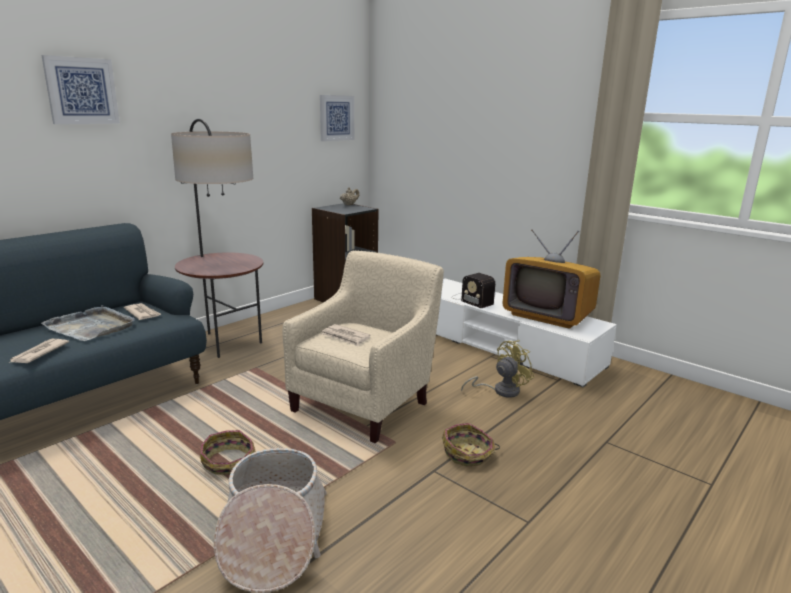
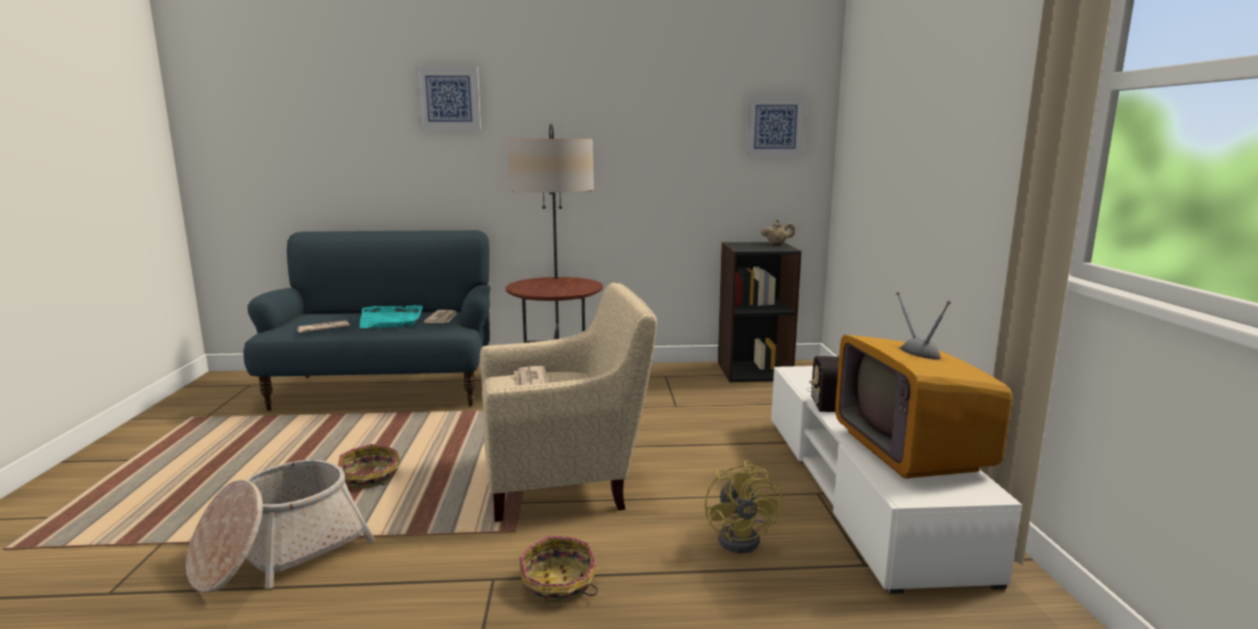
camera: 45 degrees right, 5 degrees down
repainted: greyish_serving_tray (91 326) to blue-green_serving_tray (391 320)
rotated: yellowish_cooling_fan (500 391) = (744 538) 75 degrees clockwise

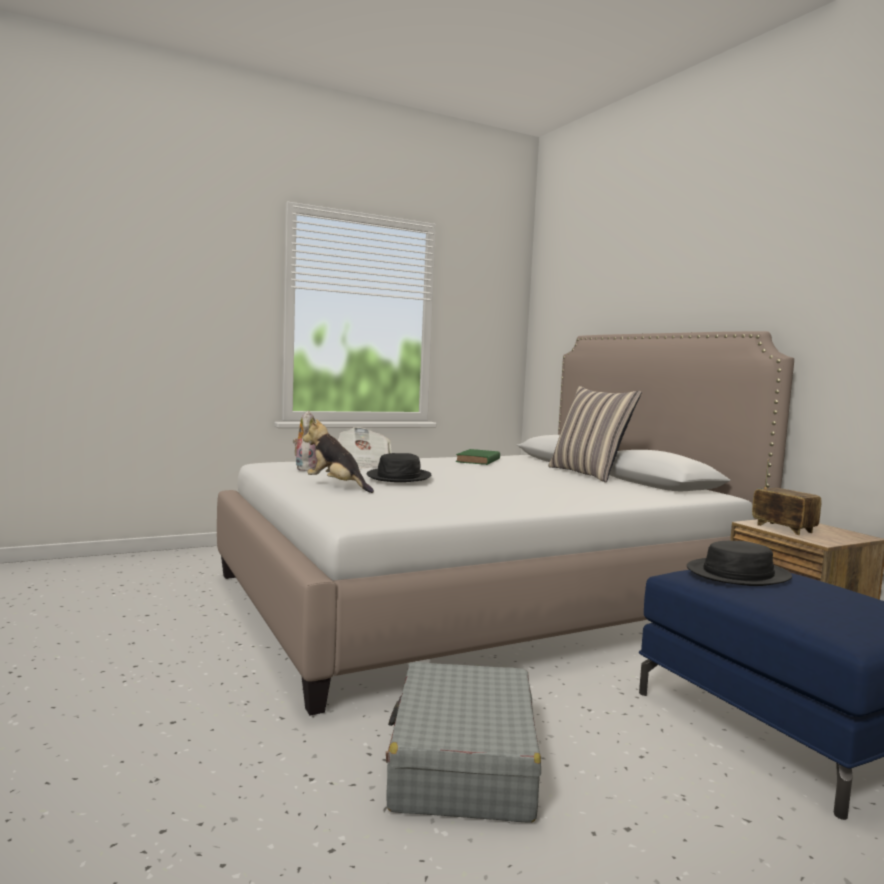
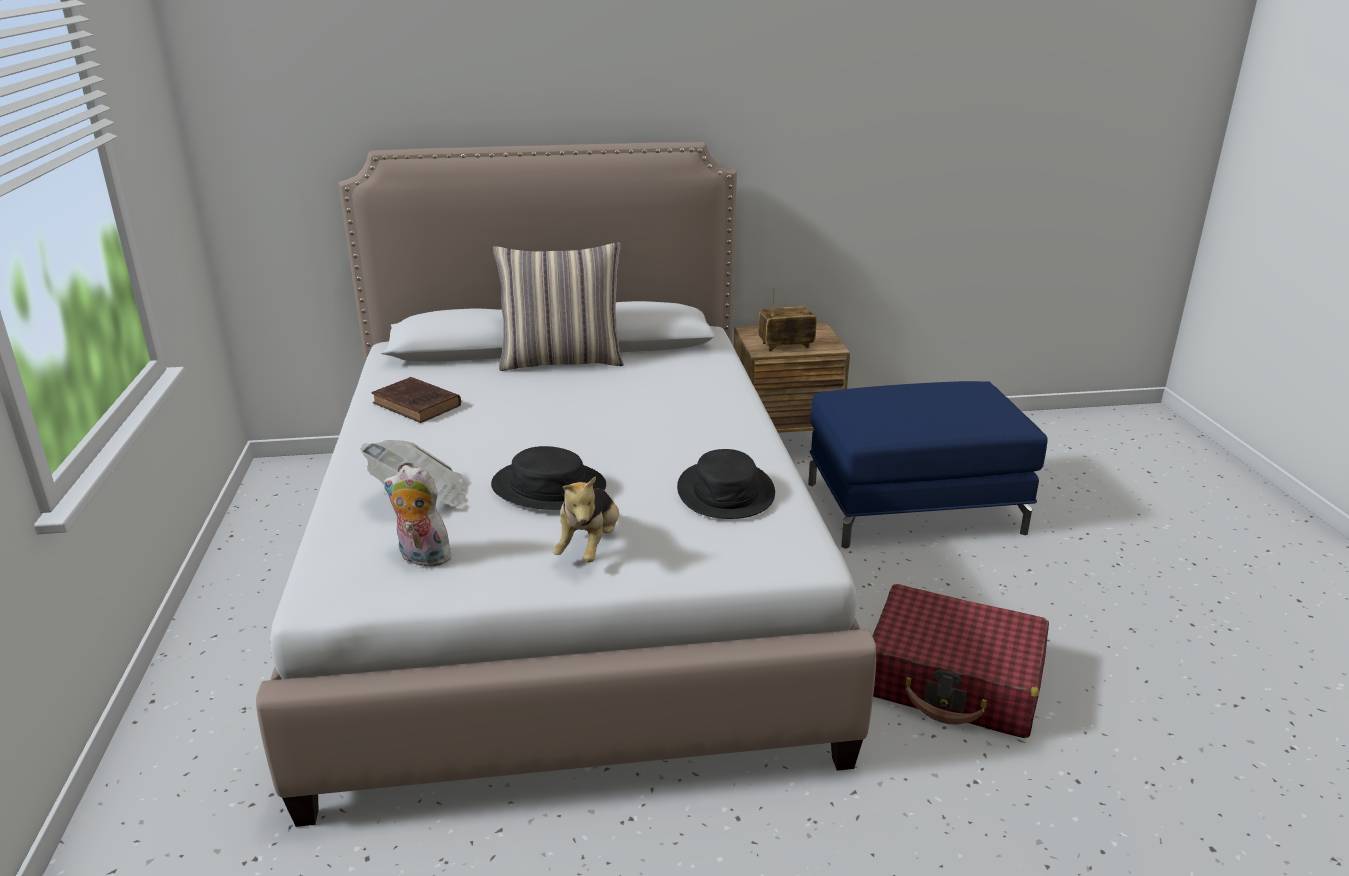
camera: 70 degrees left, 20 degrees up
shifted: black-coloured_hat (738 574) to (726 492)
repainted: greyish_suitcase (462 763) to red-coloured_suitcase (953 680); green_bound_book (477 461) to brown-coloured_bound_book (418 405)
rotated: plush_toy (337 486) = (589 546) 45 degrees counterclockwise

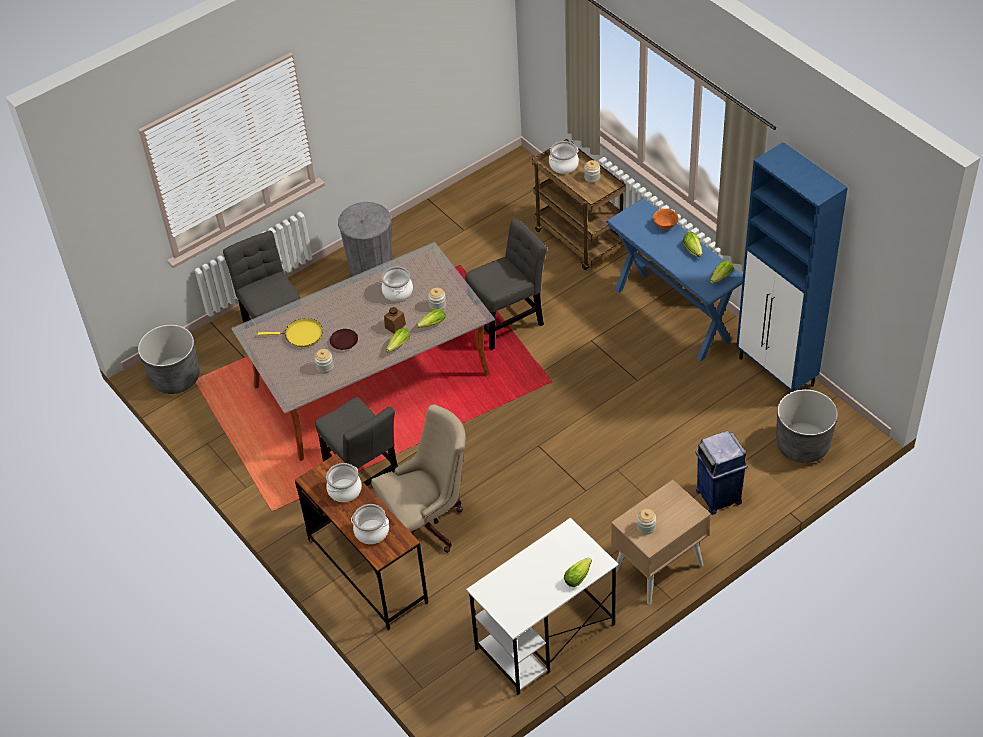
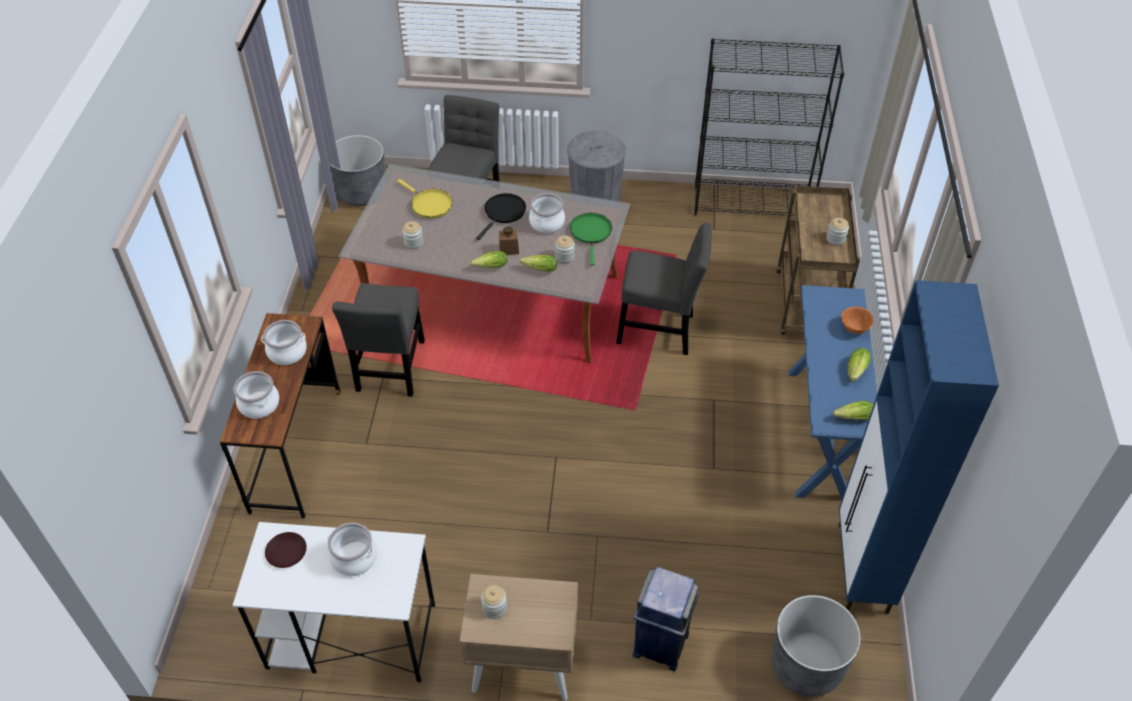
camera: 40 degrees right, 0 degrees up
gone: sand-coloured_computer_chair (427 523); lettuce (579 576)
new: black-coloured_frying_pan (503 213); green_frying_pan (591 233); black-coloured_shelving_unit (752 203)
shifted: brown-coloured_plate (344 341) to (286 552); cooking_pot (563 165) to (354 558)

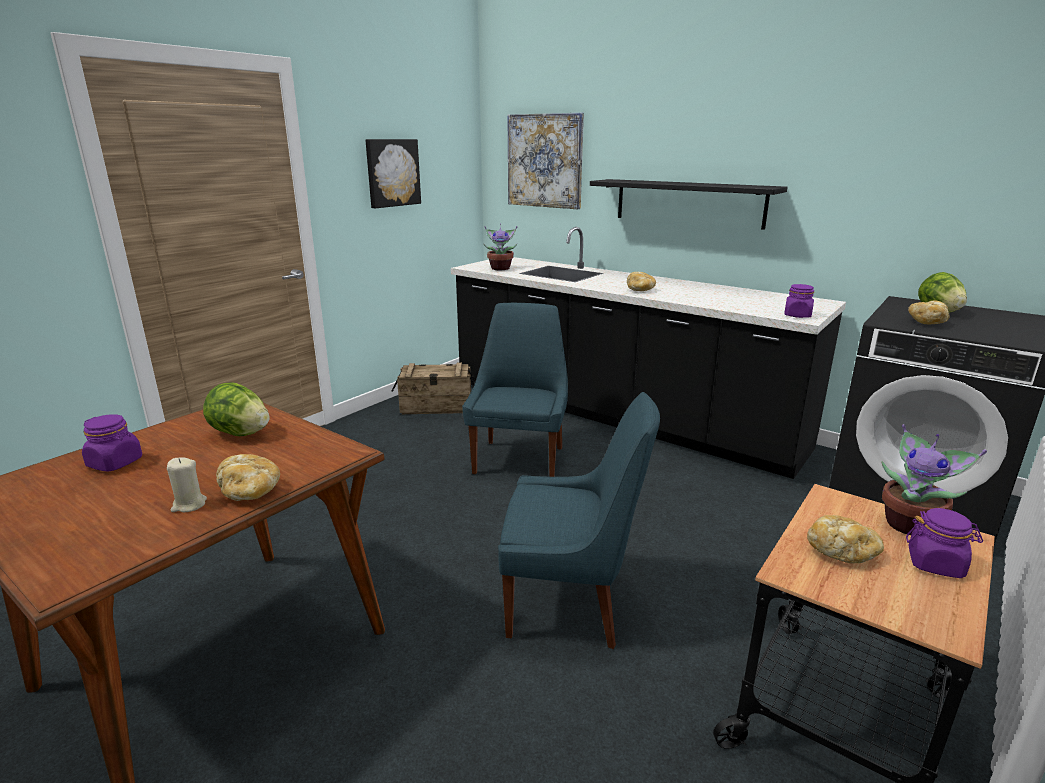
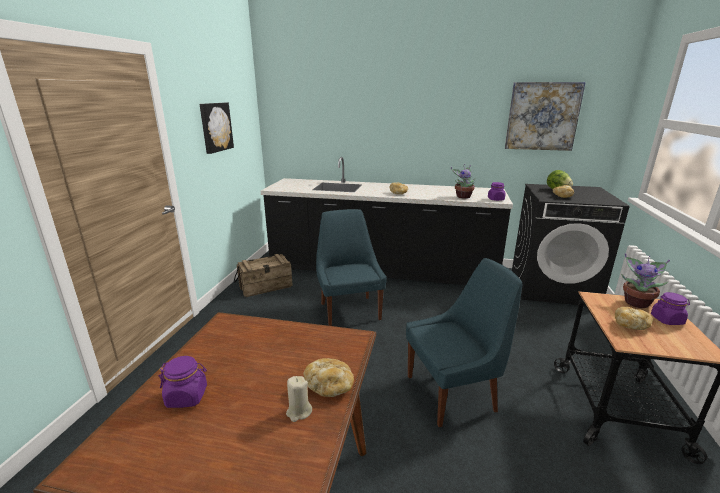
camera: 25 degrees left, 0 degrees up
gone: lettuce (240 433); black-coloured_shelf (688 203)
shifted: plant_in_a_pot (501 268) to (463 196); wall_picture (545 161) to (542 116)

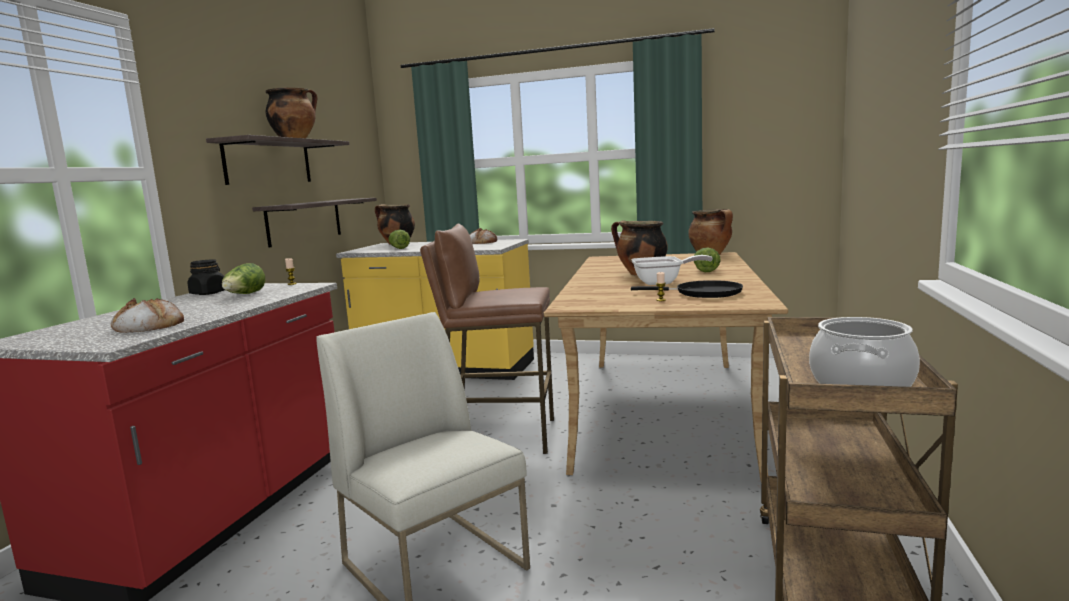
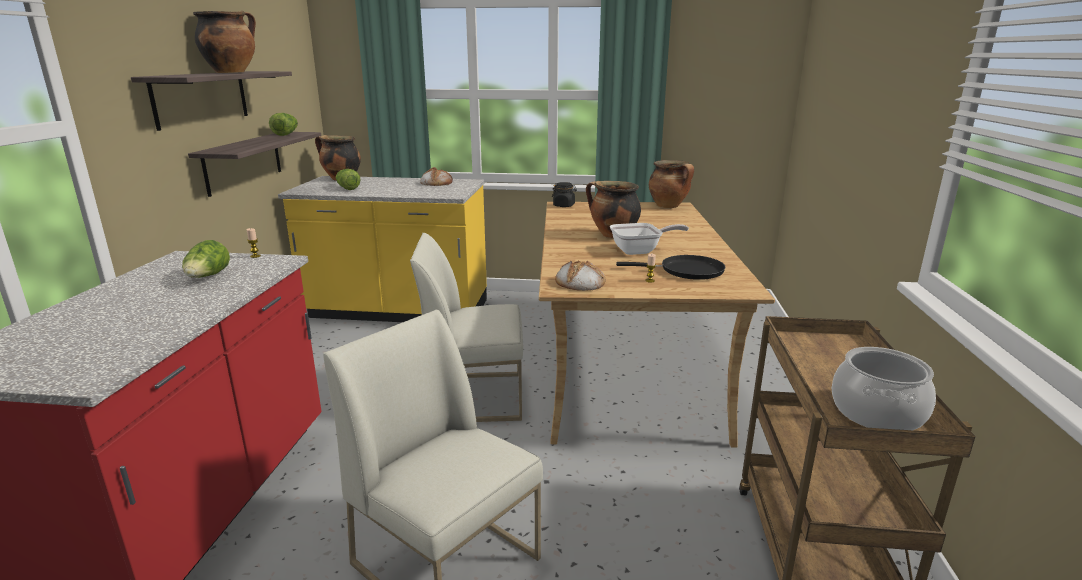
camera: 10 degrees left, 10 degrees up
shifted: bread (147 325) to (579 282); black-coloured_storage_jar (208 293) to (564 205); lettuce (705 270) to (286 134)
swapped: brown-coloured_sitting_stool (500 435) to whitish_plain_chair (474 397)

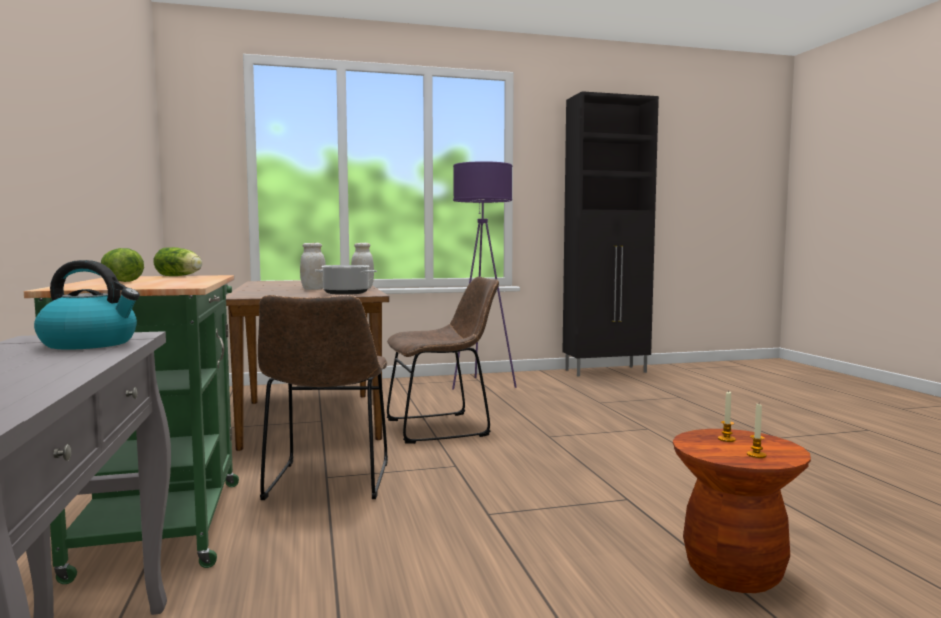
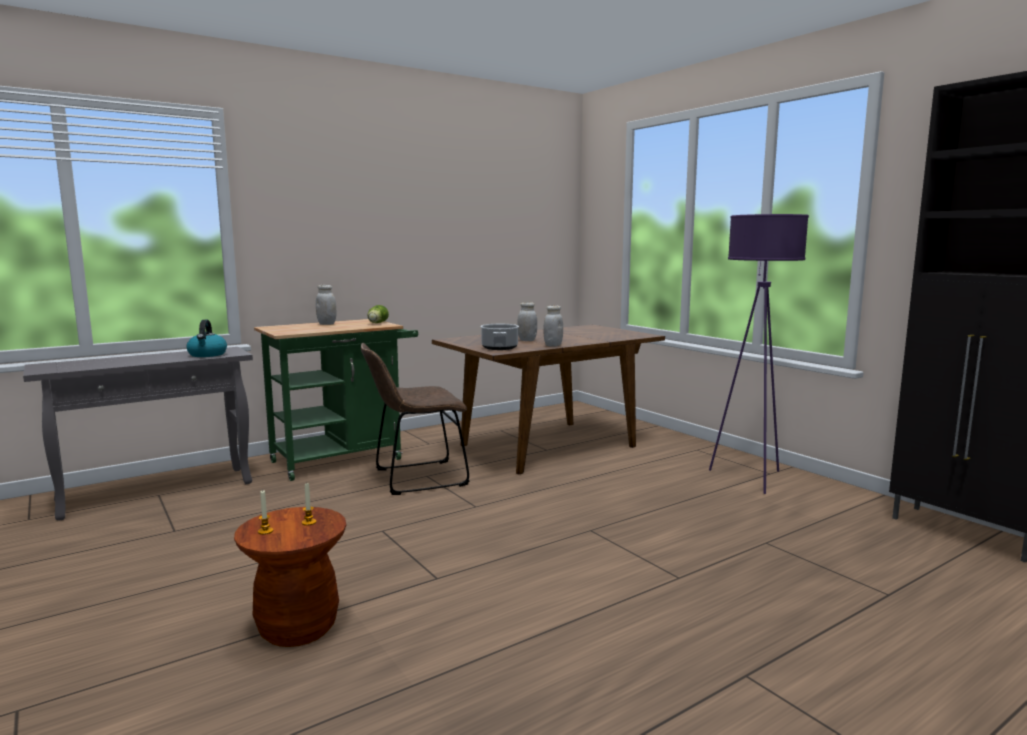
camera: 70 degrees right, 5 degrees up
gone: brown-coloured_plain_chair (443 427)
swapped: lettuce (120 281) to whitish_storage_jar (326 324)

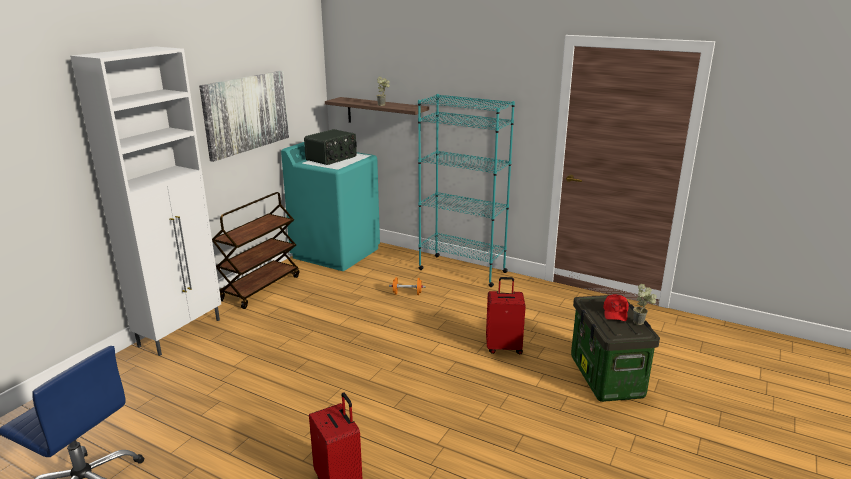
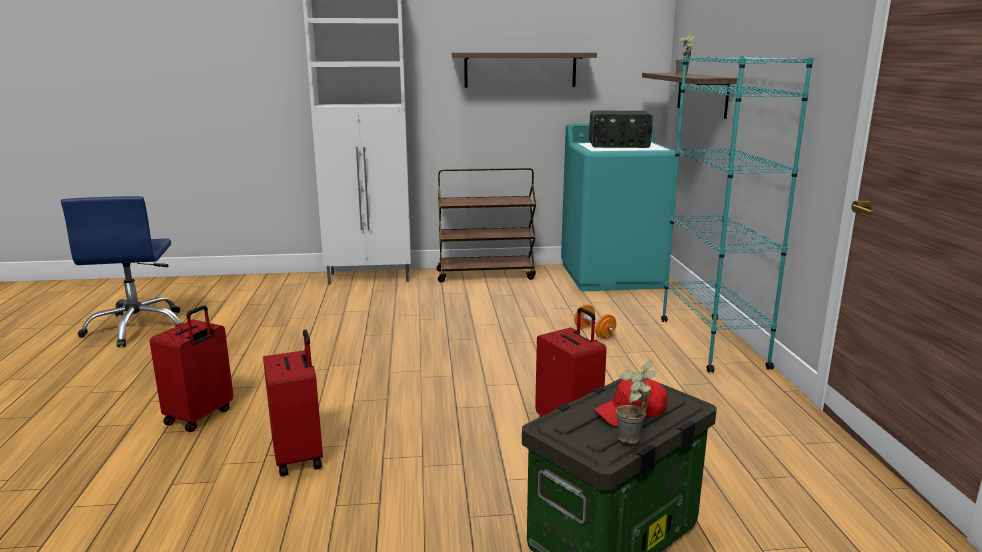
camera: 55 degrees right, 5 degrees down
new: red-coloured_suitcase (300 457)
swapped: wall_picture (246 113) to shelf (520 69)

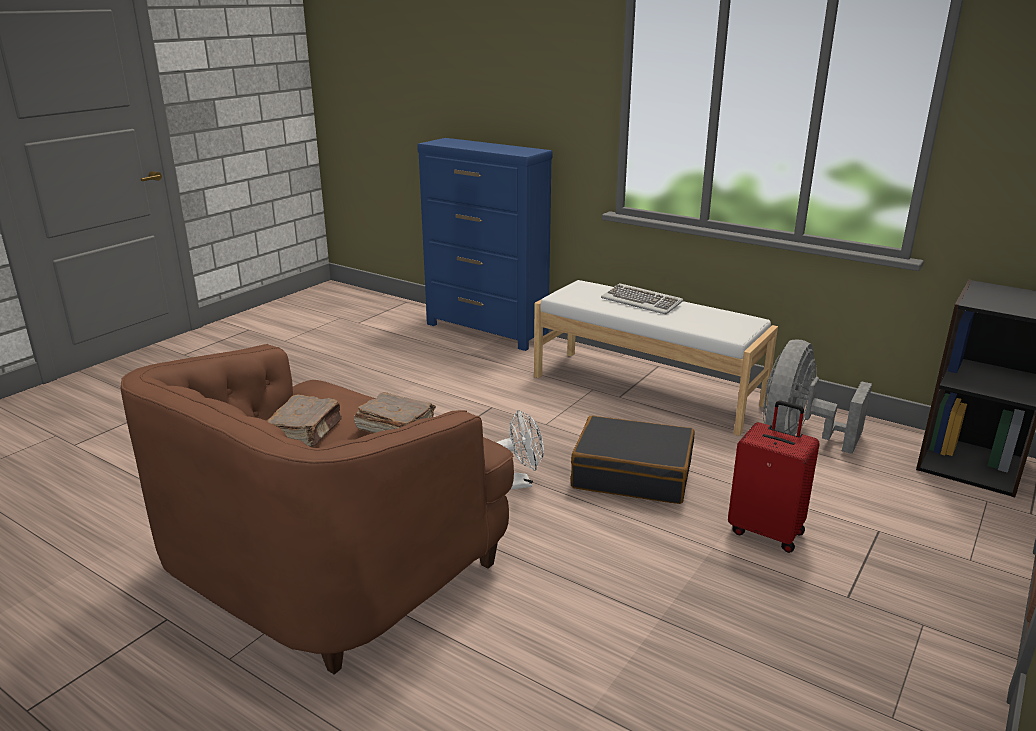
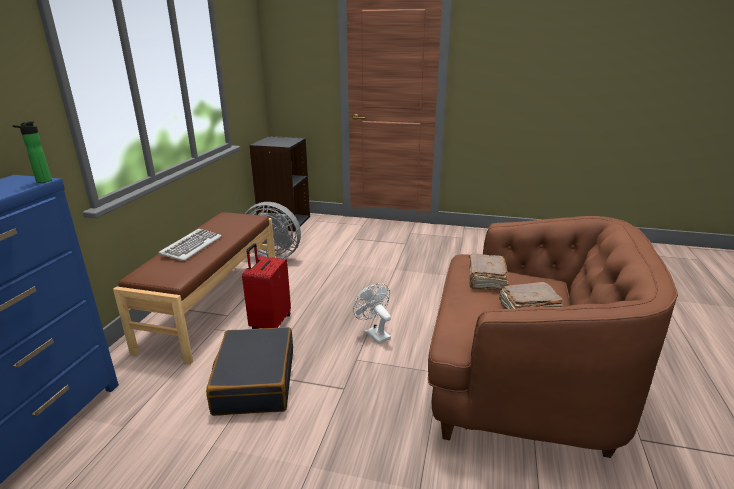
camera: 110 degrees left, 0 degrees up
new: drink_bottle (42 181)
shifted: black-coloured_suitcase (632 474) to (254 381); red-coloured_suitcase (767 531) to (270 323)
repainted: whitish_bench (647 390) to brown-coloured_bench (213 306)

